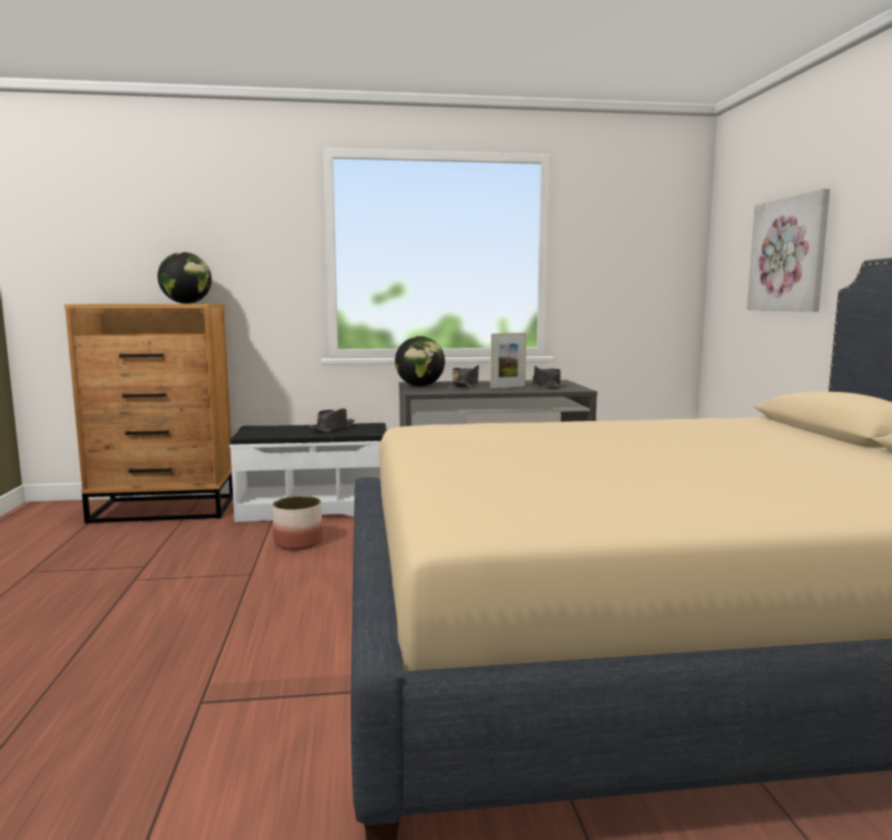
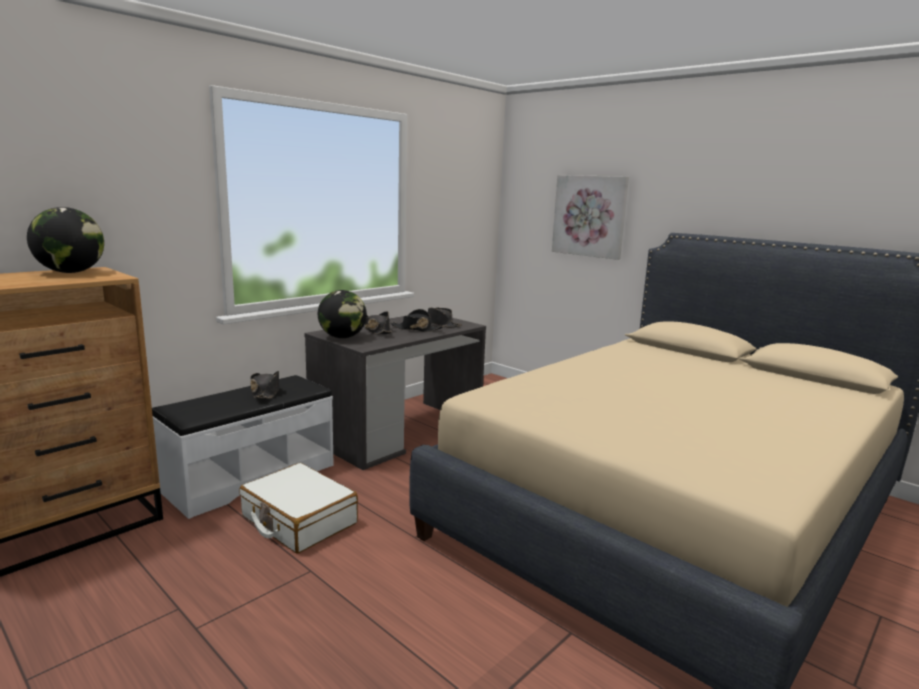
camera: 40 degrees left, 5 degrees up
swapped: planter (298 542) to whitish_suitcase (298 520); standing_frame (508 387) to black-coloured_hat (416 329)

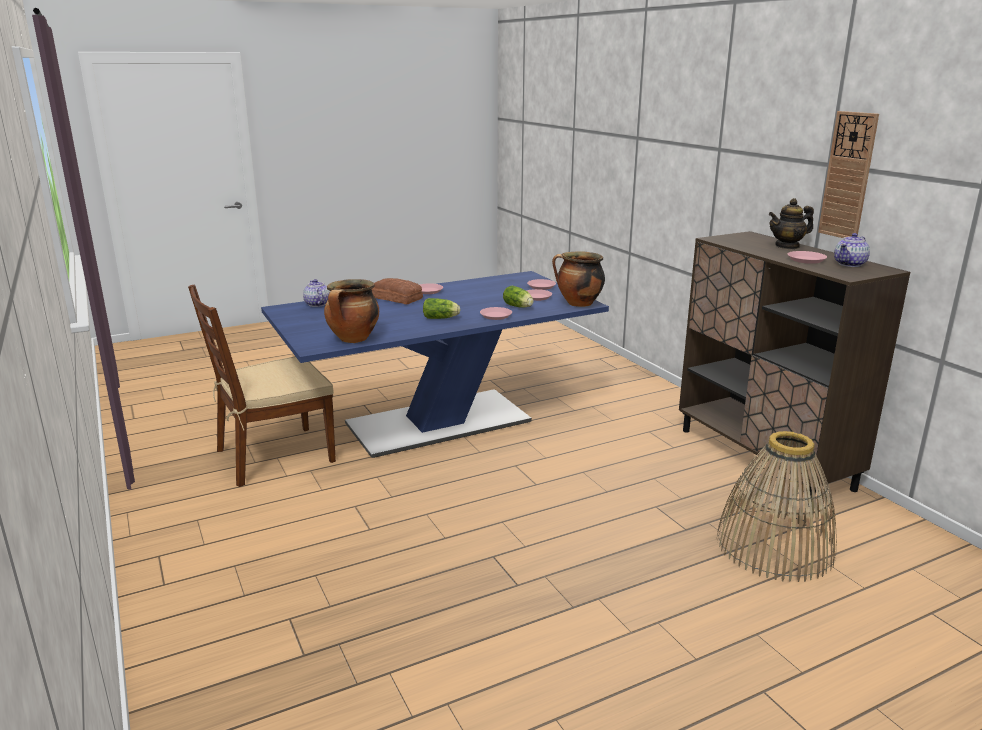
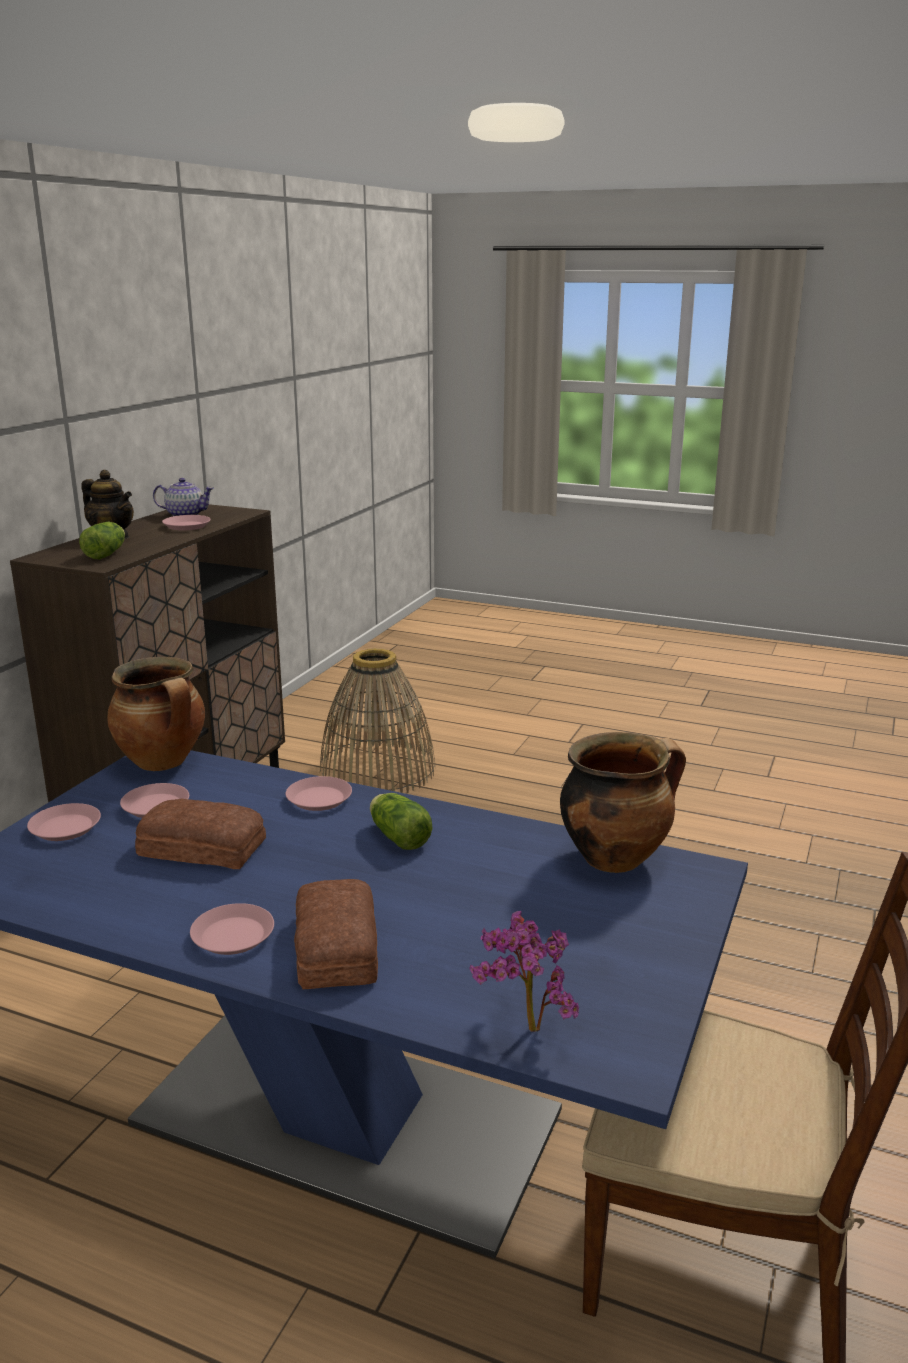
camera: 130 degrees left, 0 degrees up
gone: clock_on_the_wall (848 176)
new: bread (201 847)
shifted: lettuce (519 307) to (107 554)
swapped: teapot (317 304) to plant_in_a_pot (523 1030)

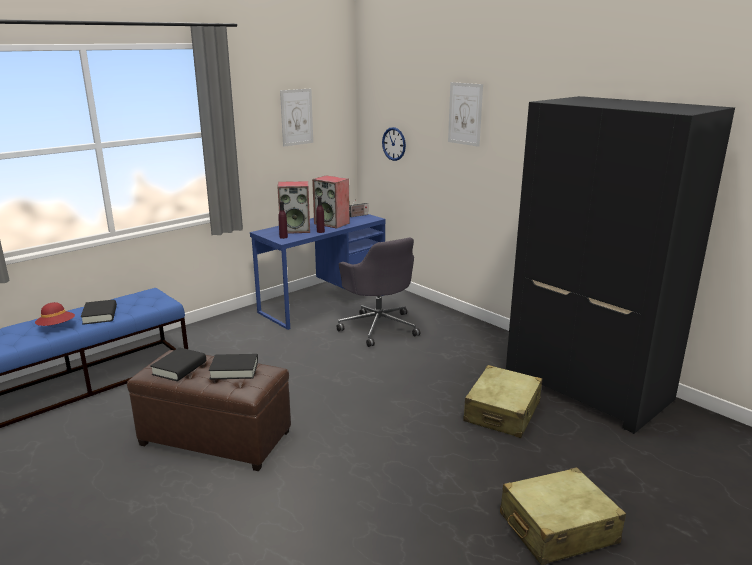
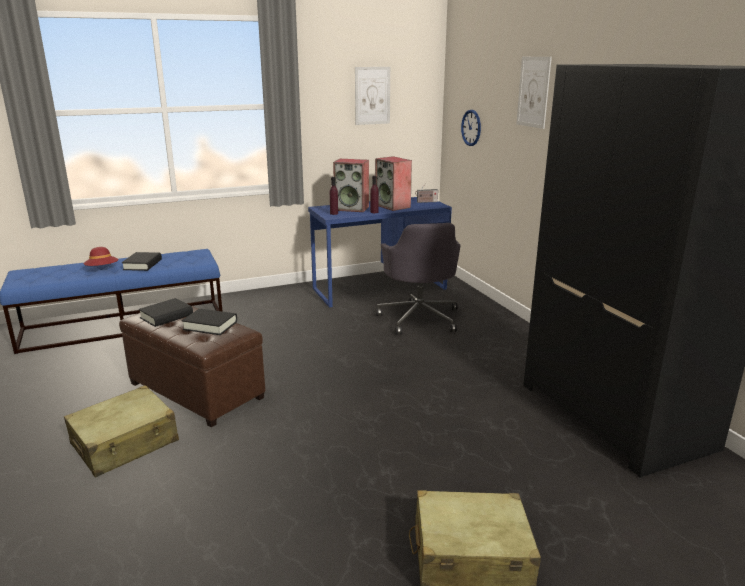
camera: 20 degrees right, 0 degrees up
shifted: sand-coloured_suitcase (502 412) to (125 443)

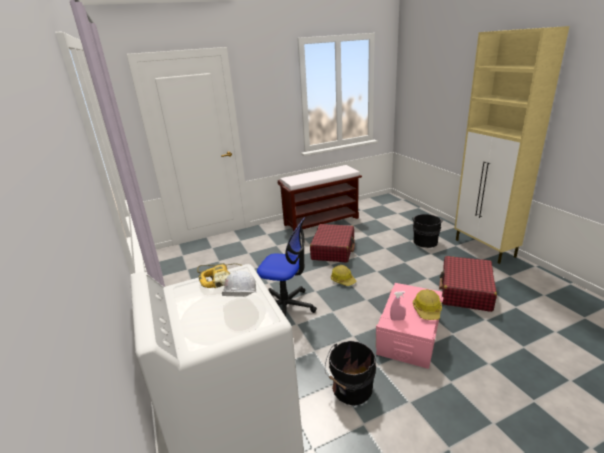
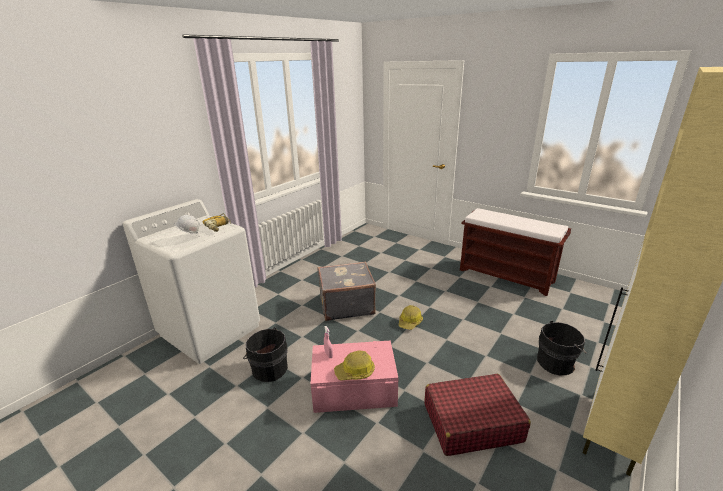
camera: 60 degrees right, 0 degrees up
gone: red-coloured_suitcase (333 249)
swapped: computer_chair (286 307) to greyish_suitcase (346 305)

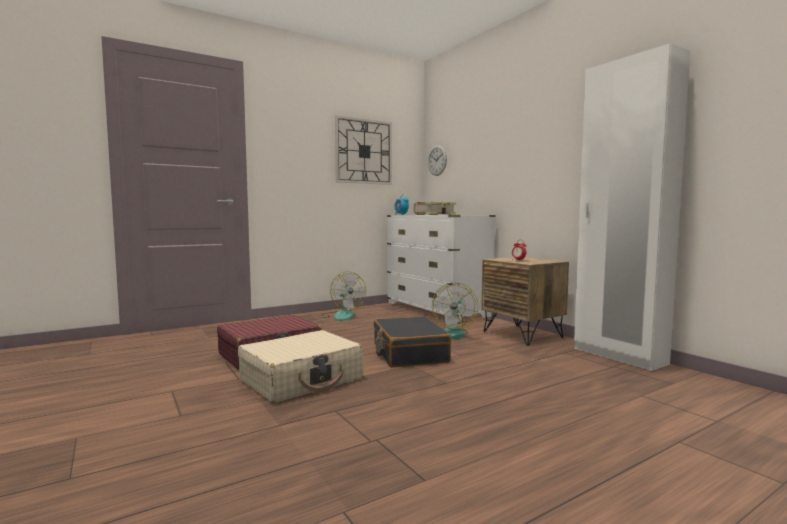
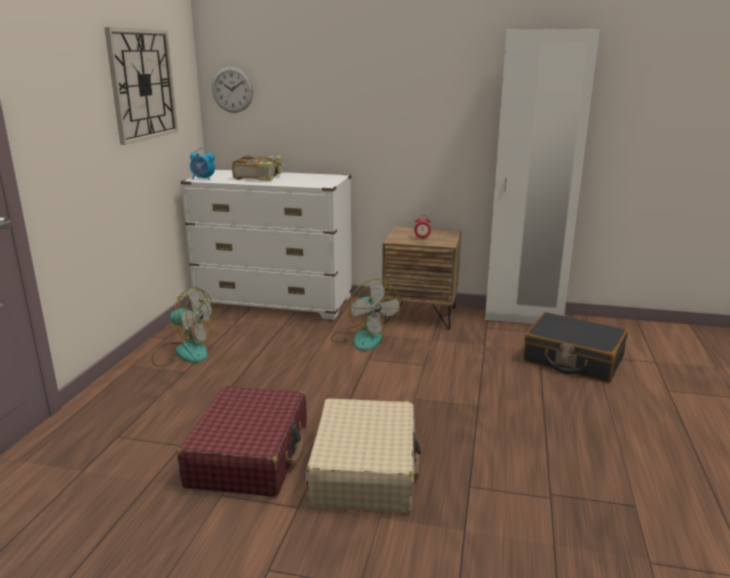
camera: 45 degrees left, 15 degrees up
shifted: black-coloured_suitcase (409 353) to (573 359)

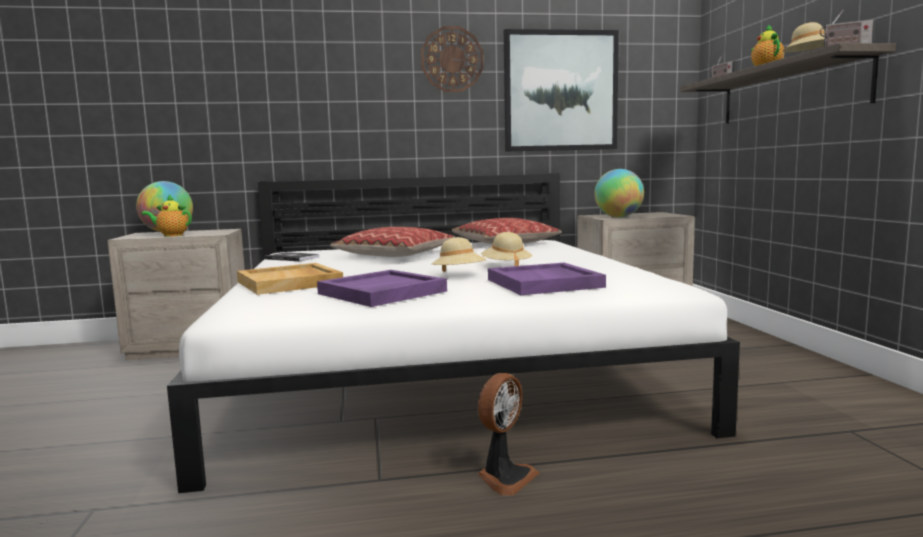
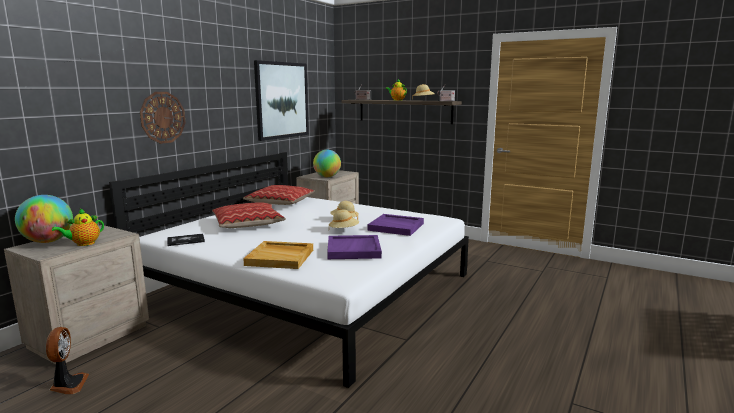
camera: 50 degrees left, 5 degrees up
shifted: clock_on_the_wall (452 59) to (162 117); cooling_fan (505 477) to (68 385)

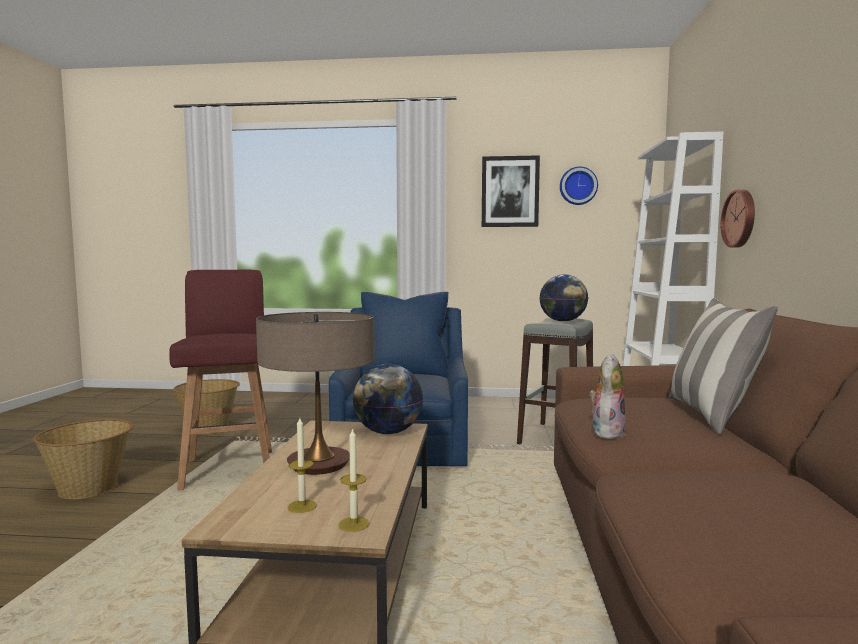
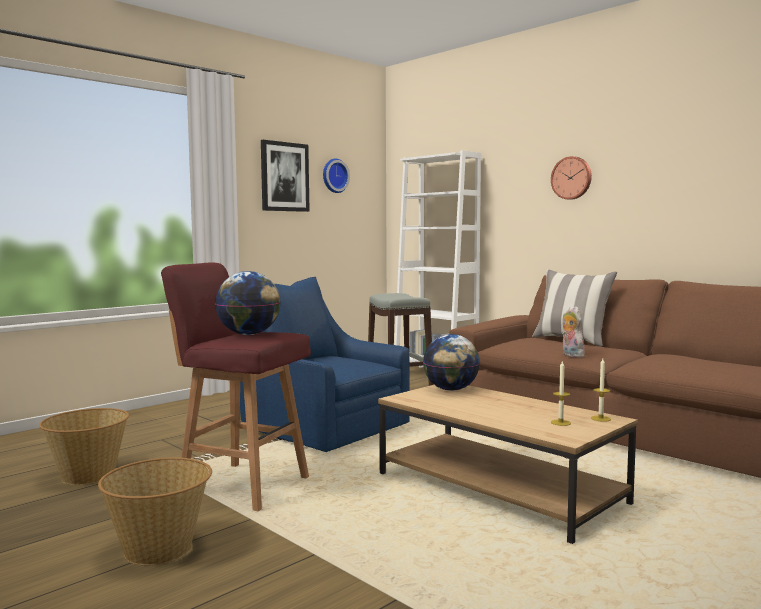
camera: 50 degrees left, 0 degrees up
gone: table_lamp (319 464)
shifted: desk_globe (563 321) to (249 334); clock_on_the_wall (740 218) to (572 178)

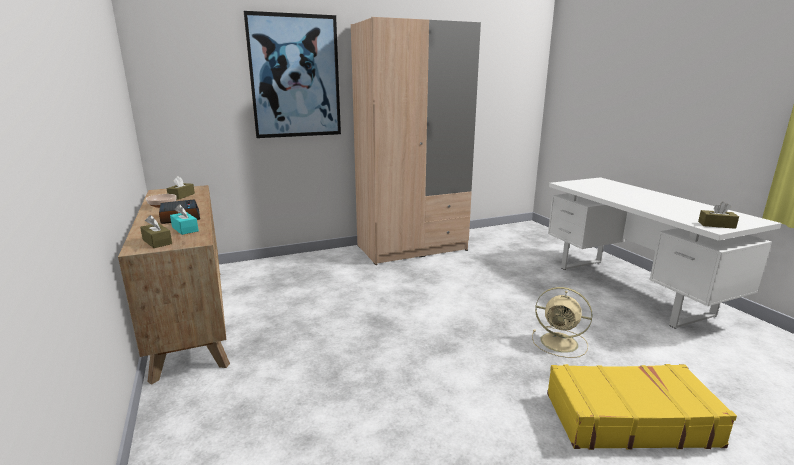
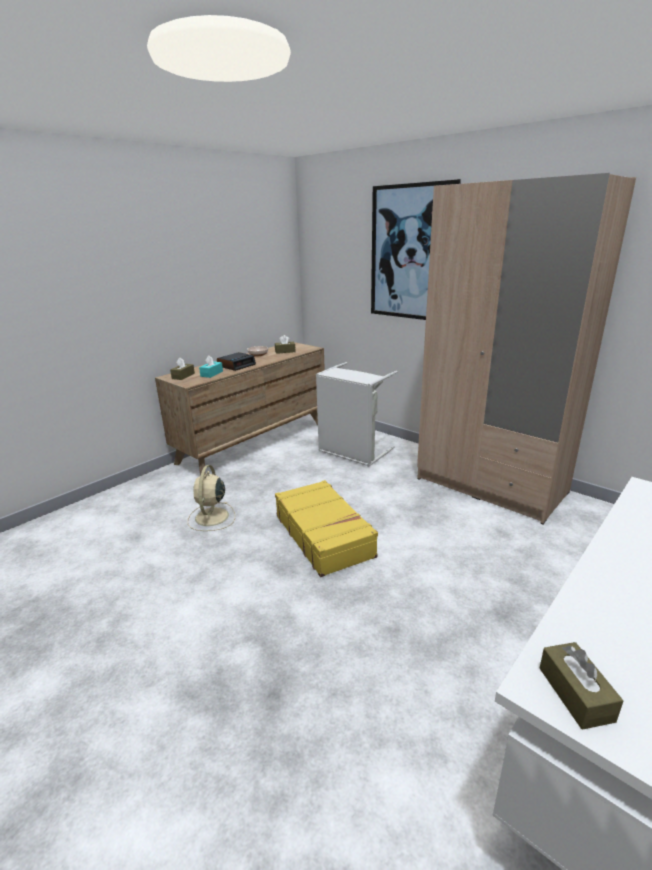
camera: 65 degrees right, 5 degrees up
new: greyish_laundry_basket (352 453)
shifted: sand-coloured_cooling_fan (560 343) to (211 517); yellowish_suitcase (628 418) to (324 535)

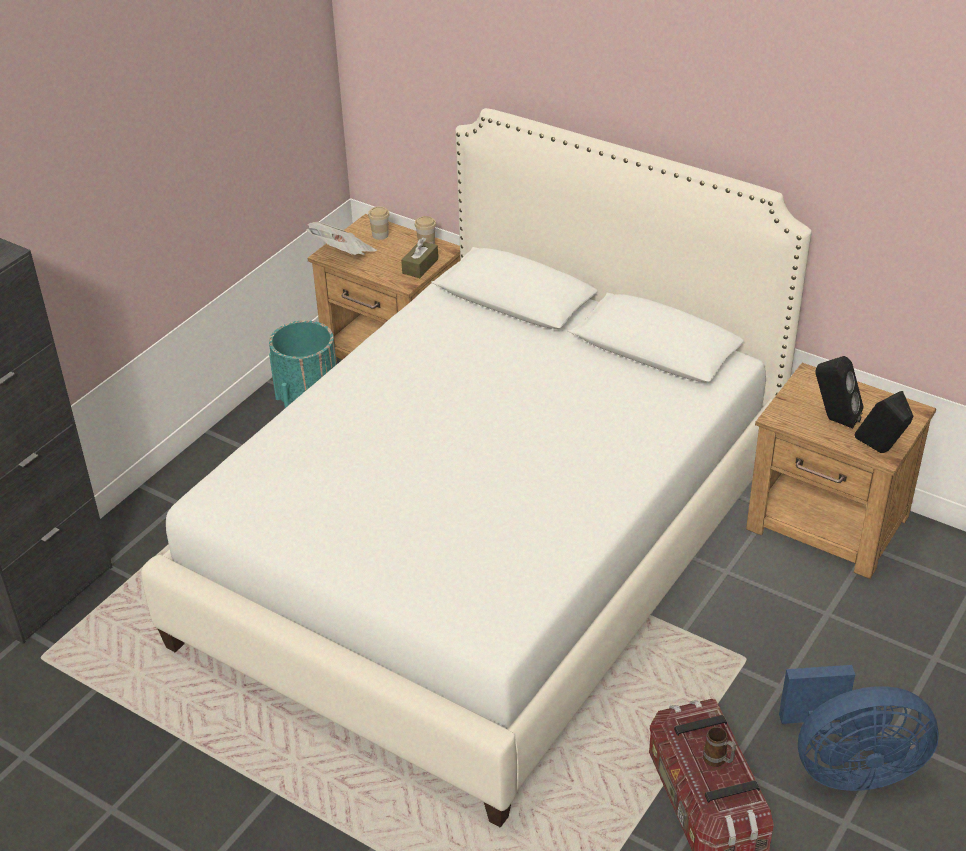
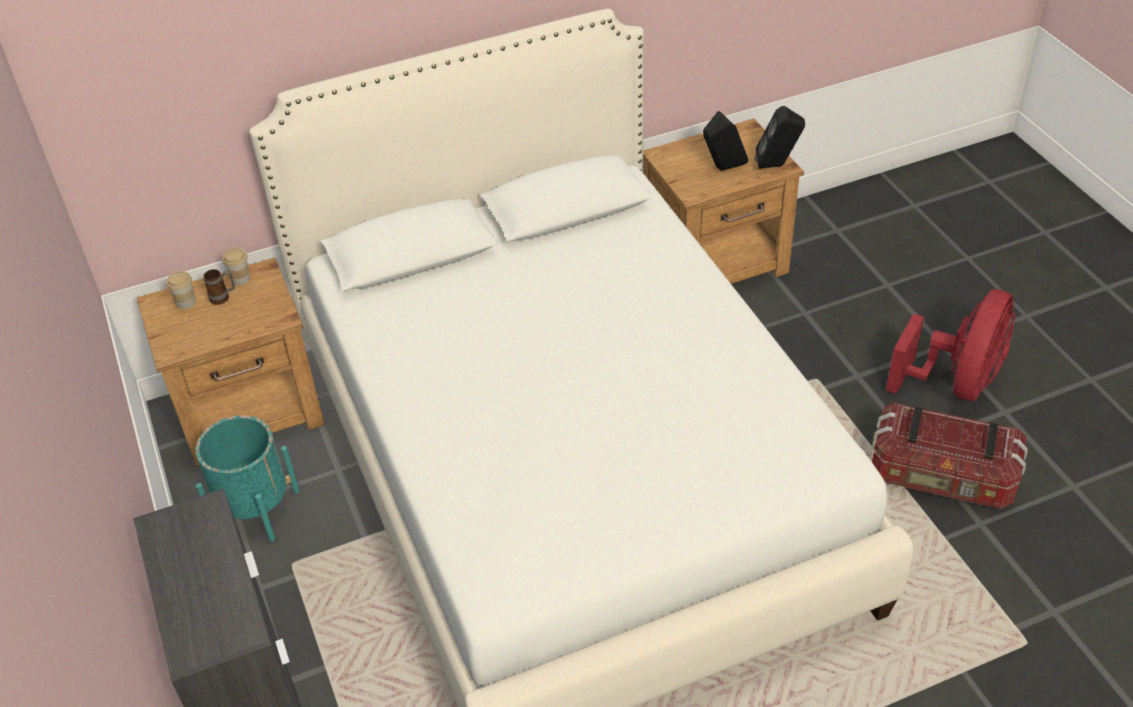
camera: 55 degrees left, 5 degrees up
gone: daily_paper (343 254); brown-coloured_tissue_box (420 266)
shifted: tea_mug (718 761) to (223 298)
repainted: blue_cooling_fan (848 768) to red-coloured_cooling_fan (956 383)

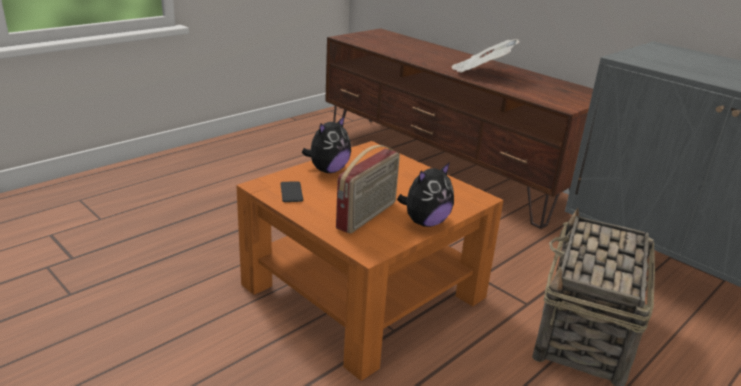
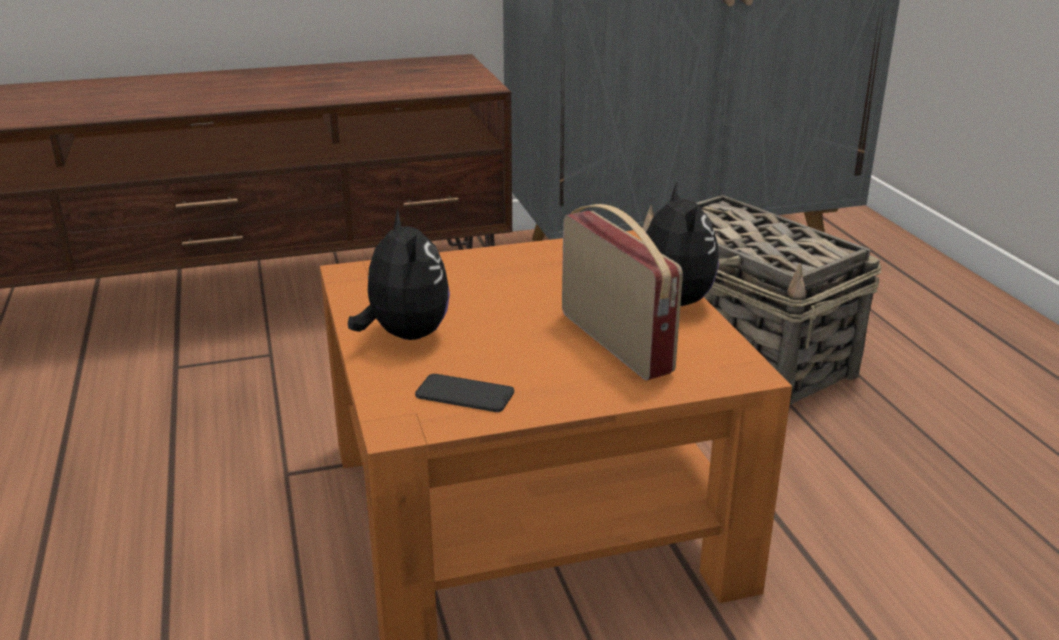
camera: 60 degrees left, 0 degrees up
gone: daily_paper (481 72)

